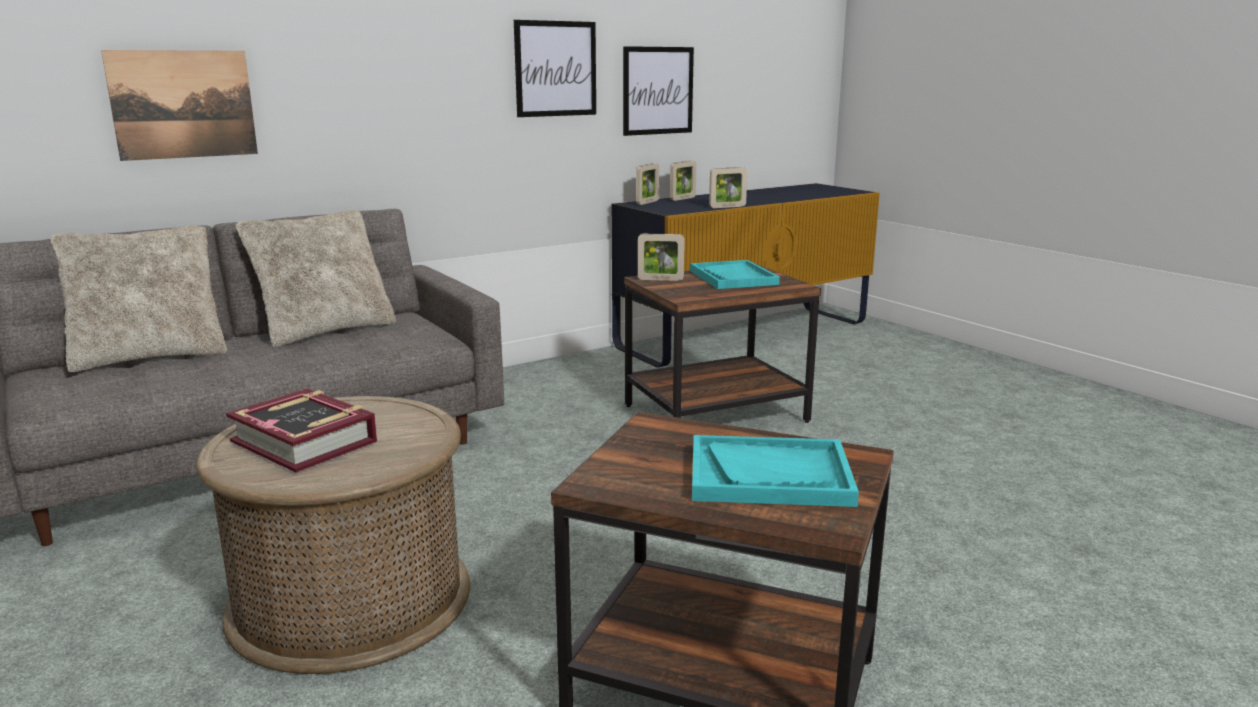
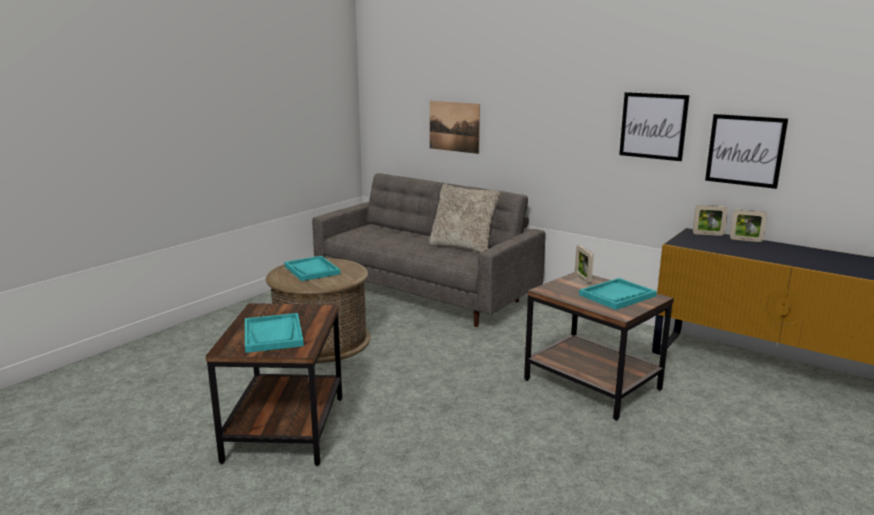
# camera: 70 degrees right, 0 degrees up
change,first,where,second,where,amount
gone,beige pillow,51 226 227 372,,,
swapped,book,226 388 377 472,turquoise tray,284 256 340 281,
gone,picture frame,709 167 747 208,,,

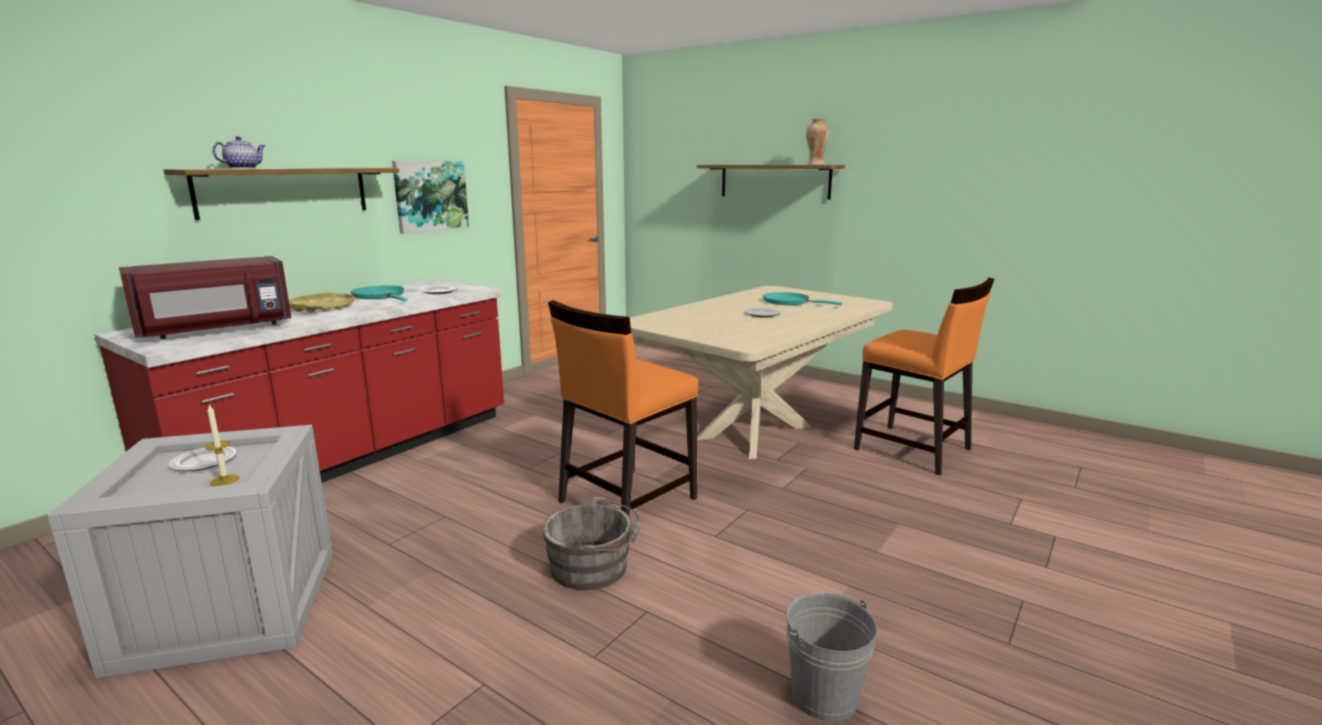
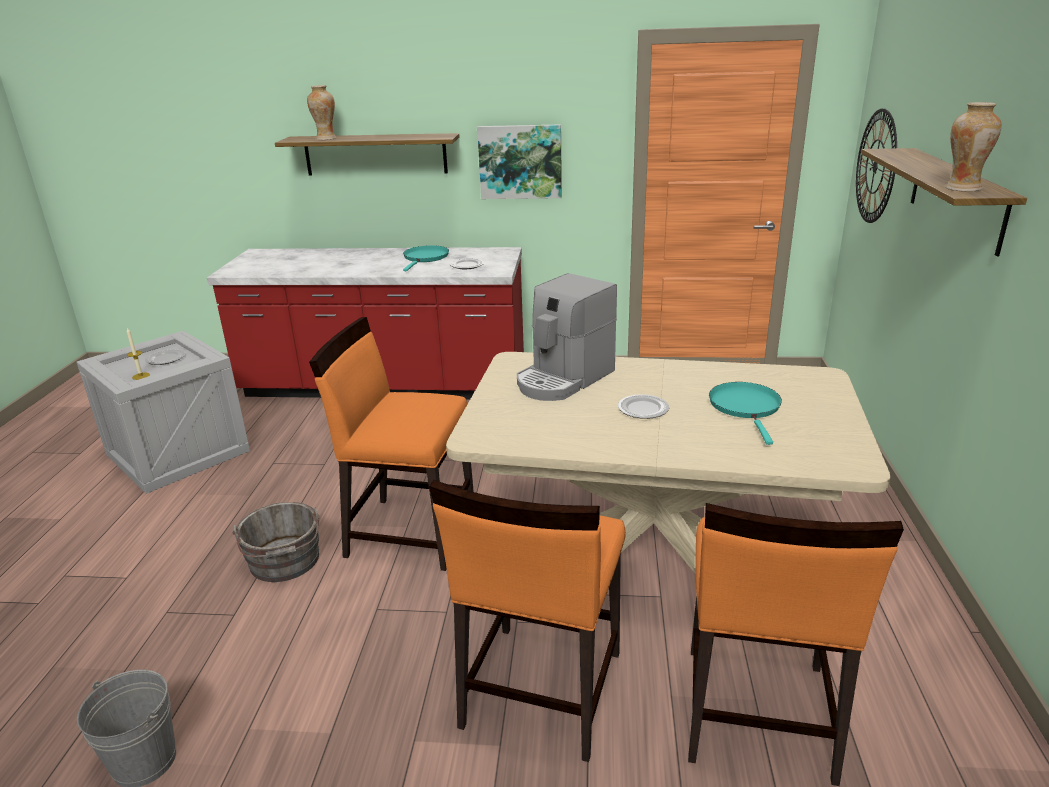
# camera: 60 degrees right, 10 degrees up
change,first,where,second,where,amount
gone,red microwave,119 256 292 339,,,
swapped,teapot,212 136 265 168,vase,307 85 336 140,
gone,yellow tray,289 292 354 313,,,
new,,,orange chair,429 480 626 762,
new,,,coffee machine,517 273 617 401,
new,,,wall clock,856 108 897 223,

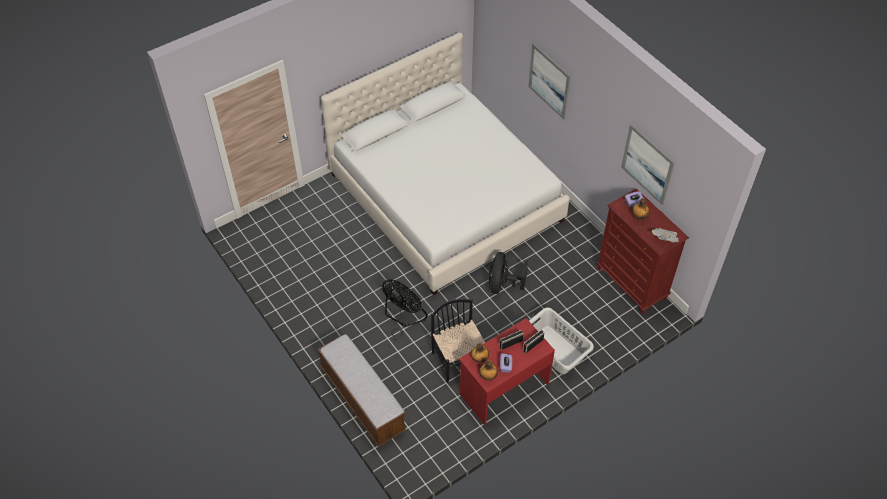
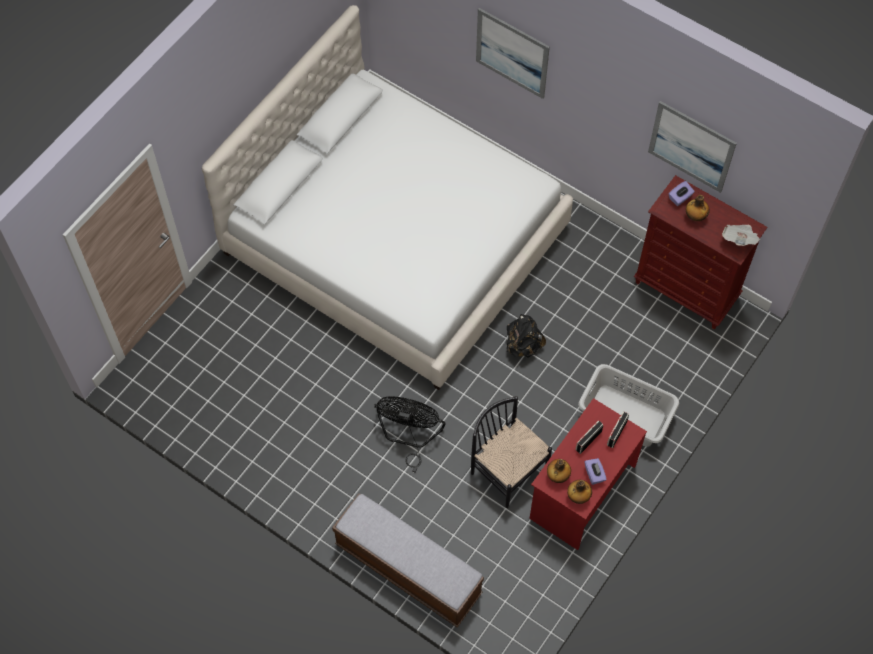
# camera: 20 degrees left, 10 degrees up
change,first,where,second,where,amount
swapped,black fan,489 252 528 294,black backpack,507 314 546 357,

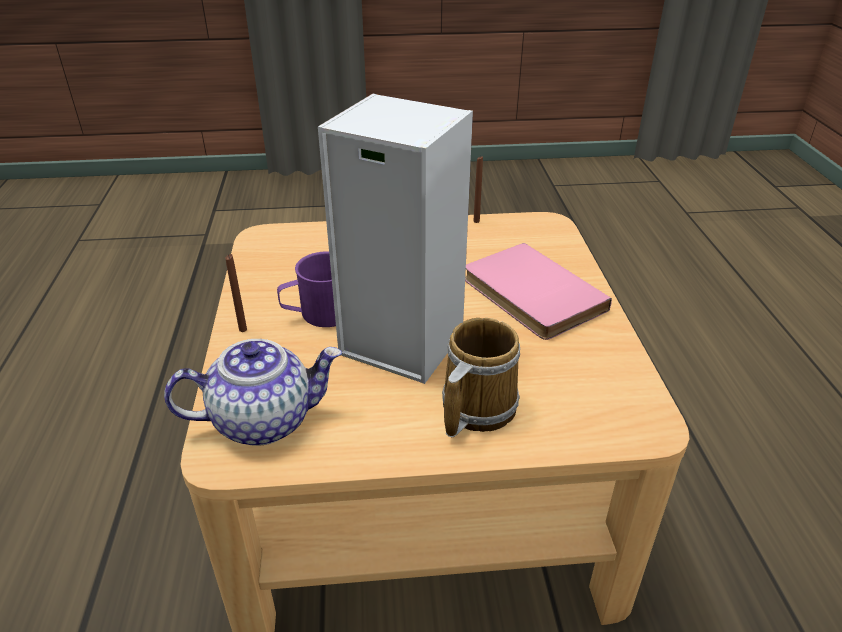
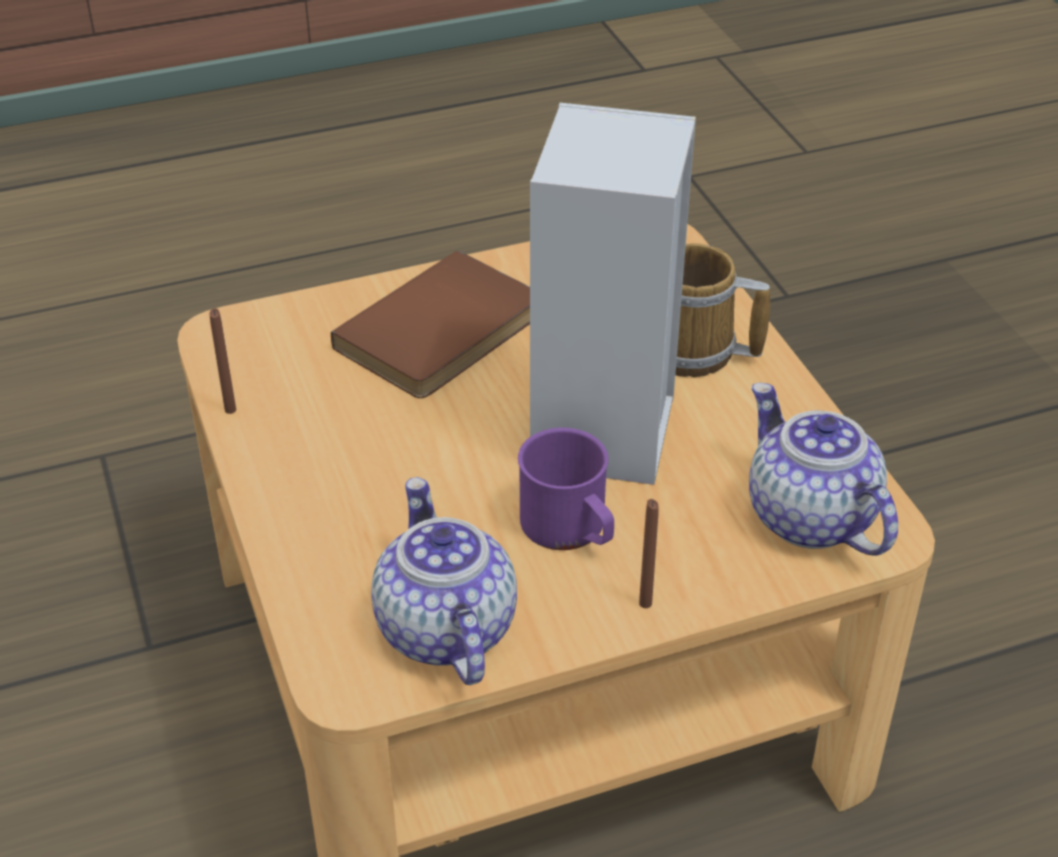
# camera: 105 degrees left, 5 degrees up
change,first,where,second,where,amount
repainted,pink book,465 243 612 340,brown book,331 250 530 398,
new,,,teapot,371 477 517 685,

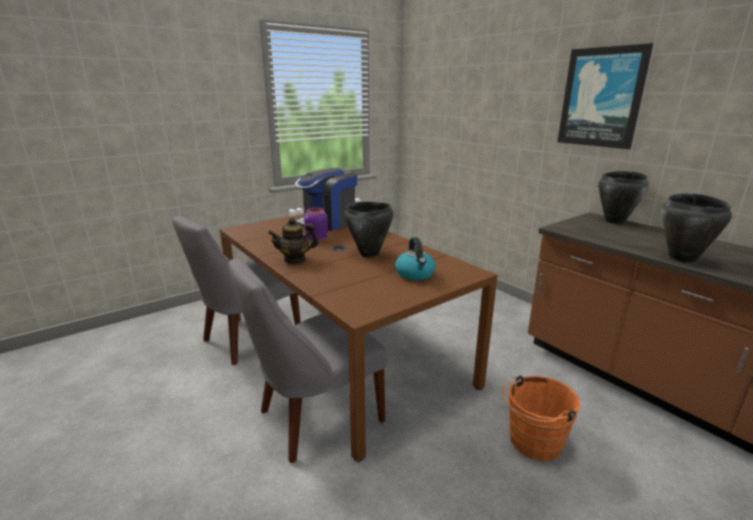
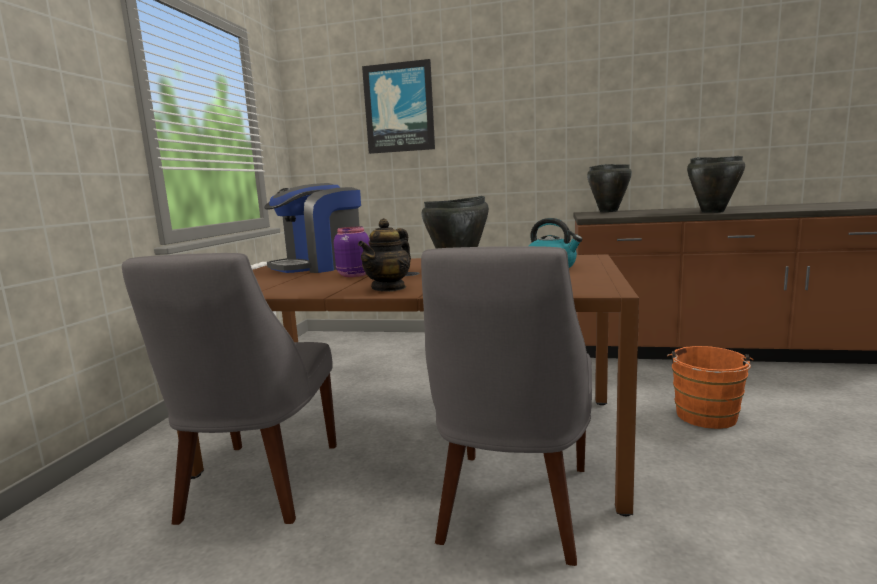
# camera: 40 degrees left, 10 degrees down
change,first,where,second,where,amount
rotated,coffee machine,295 168 357 231,,264 183 361 273,45 degrees clockwise
shifted,picture,557 43 653 149,,362 59 435 154,

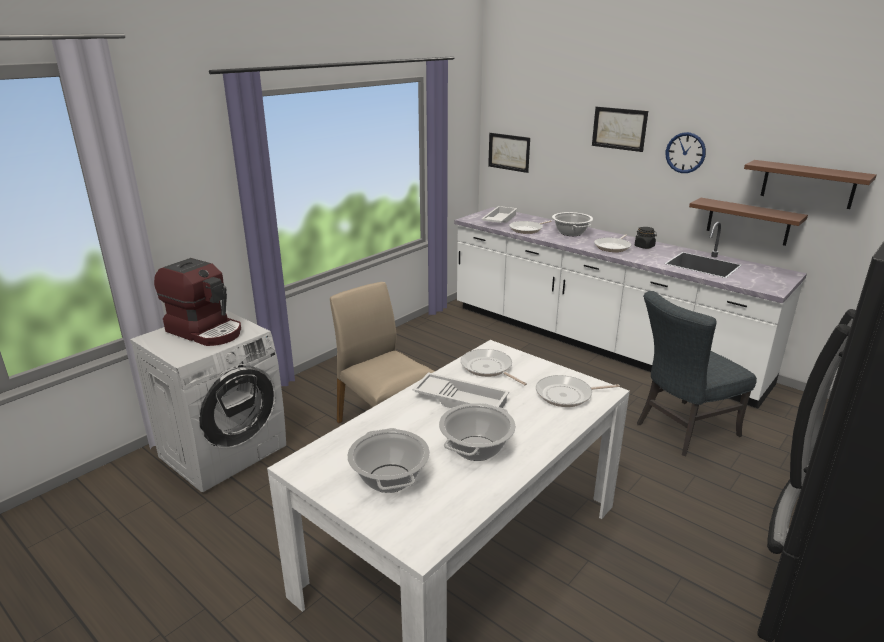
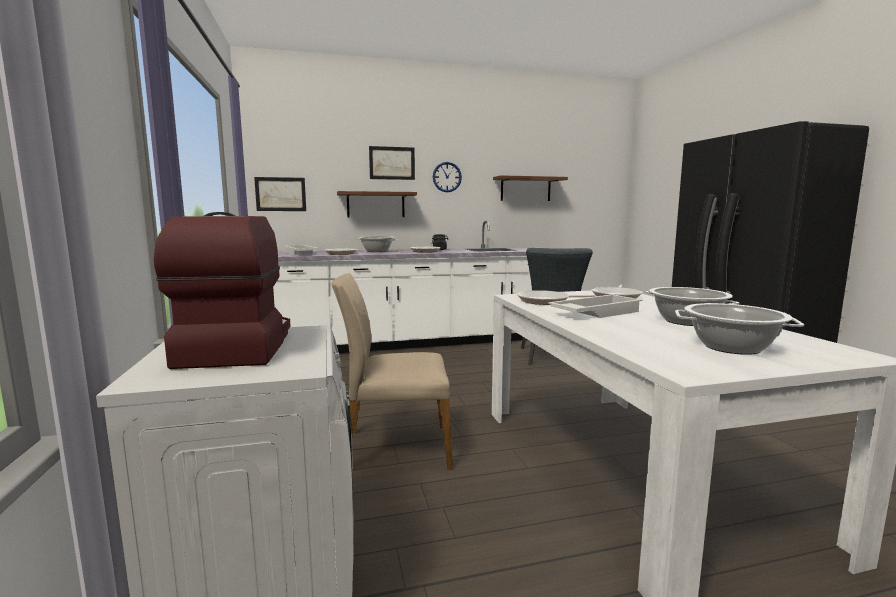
# camera: 55 degrees left, 15 degrees down
change,first,where,second,where,amount
rotated,coffee machine,154 258 241 346,,154 212 291 369,75 degrees counterclockwise
shifted,brown shelf,689 198 808 246,,337 191 417 217,

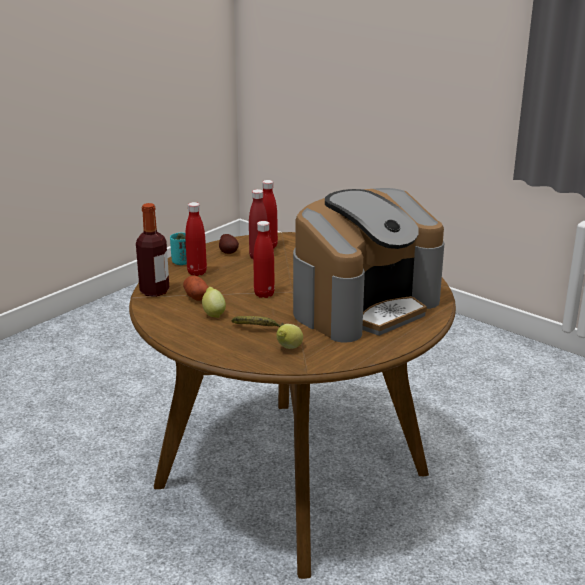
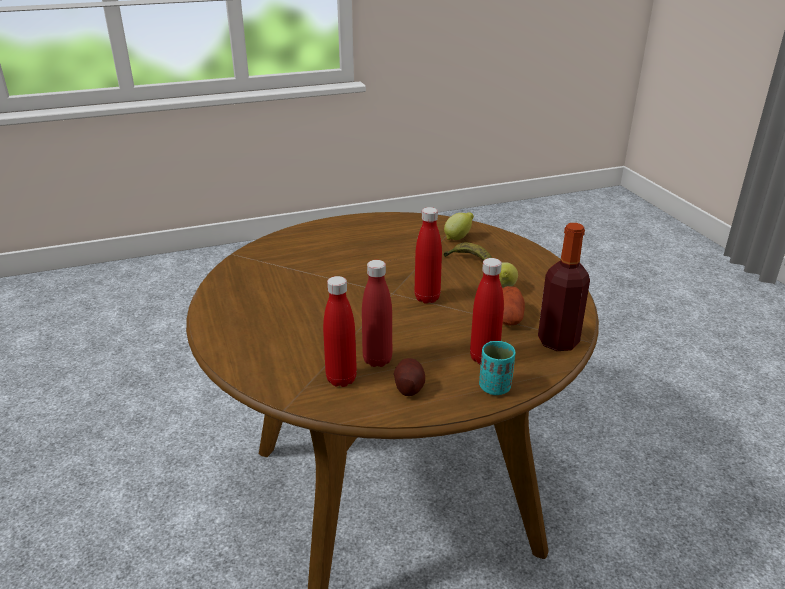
# camera: 150 degrees left, 5 degrees up
change,first,where,second,where,amount
gone,coffee machine,293 188 444 343,,,

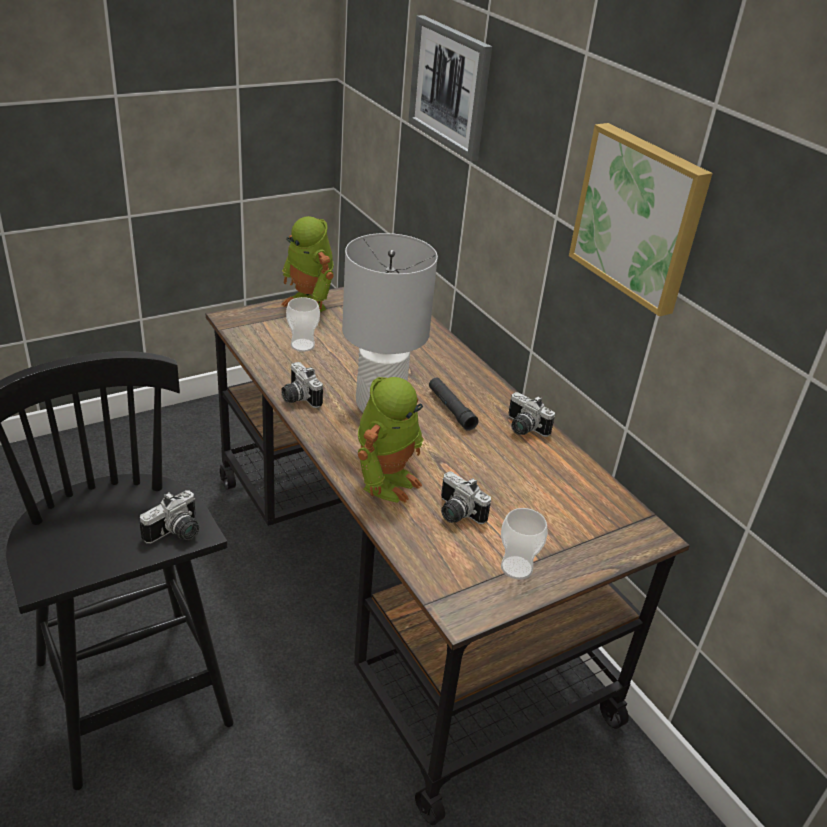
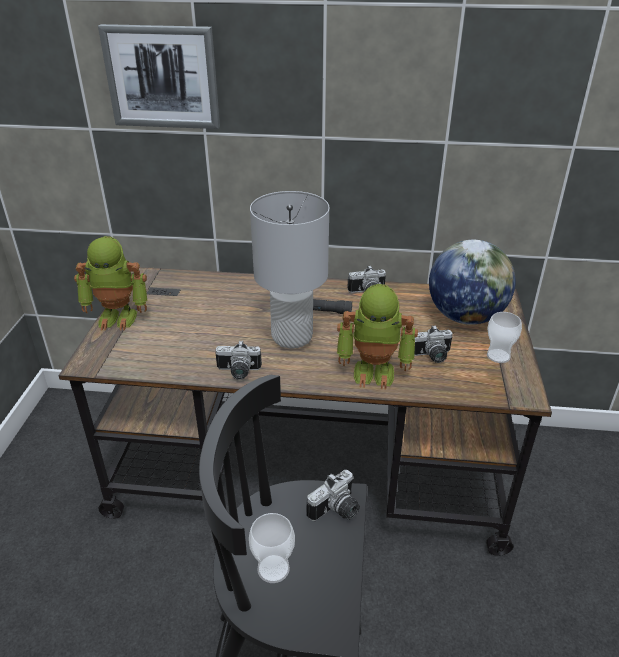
# camera: 50 degrees left, 0 degrees up
change,first,where,second,where,amount
rotated,photo camera,140 490 199 544,,307 470 360 521,60 degrees clockwise
shifted,cup,286 297 320 352,,249 513 295 583,
rotated,toy robot,358 377 424 503,,337 284 418 390,120 degrees clockwise
gone,picture,569 123 713 317,,,
new,,,globe,429 240 516 325,

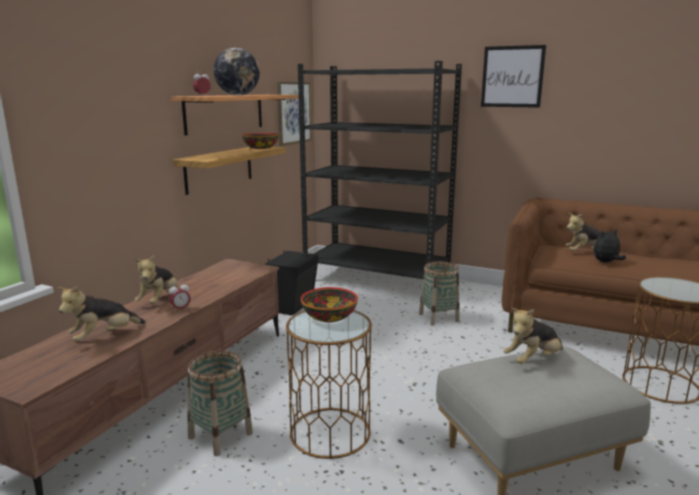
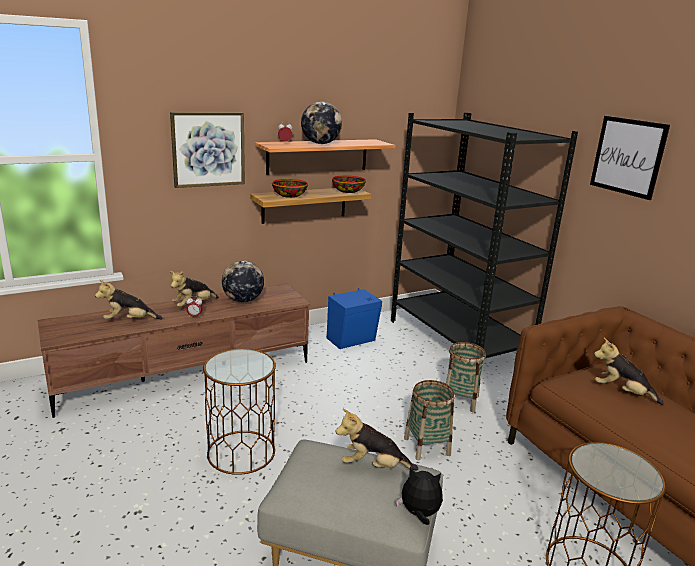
# camera: 35 degrees right, 5 degrees up
change,first,where,second,where,amount
shifted,basket,187 350 253 456,,404 380 455 460,
repainted,black speaker,265 250 318 316,blue speaker,327 288 382 349,
shifted,picture,277 82 312 146,,170 112 245 188,
shifted,bowl,301 287 358 322,,272 179 308 198,
shifted,plush toy,593 228 626 262,,396 467 443 525,
new,,,globe,222 260 264 302,

